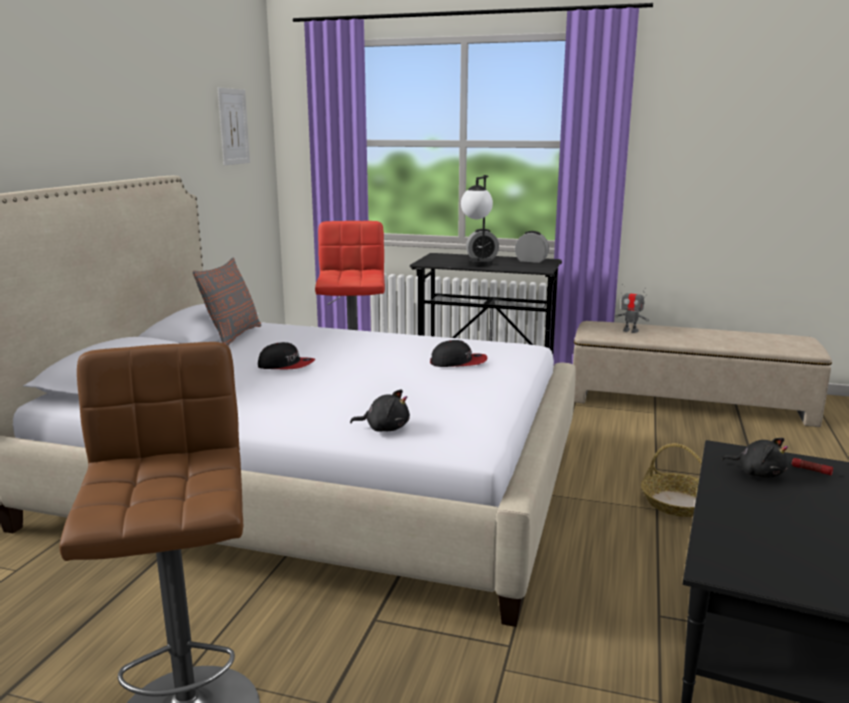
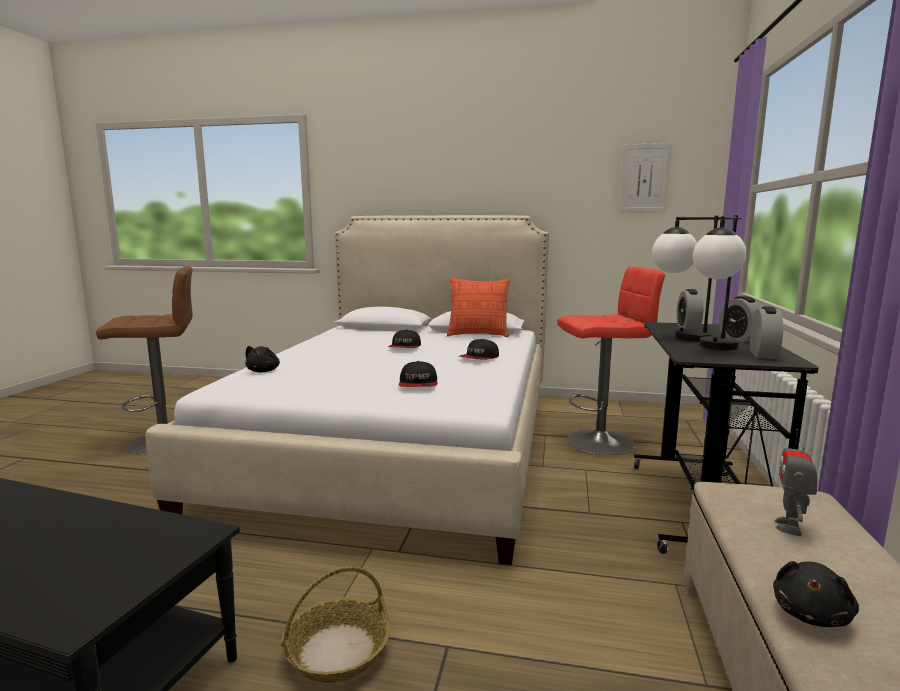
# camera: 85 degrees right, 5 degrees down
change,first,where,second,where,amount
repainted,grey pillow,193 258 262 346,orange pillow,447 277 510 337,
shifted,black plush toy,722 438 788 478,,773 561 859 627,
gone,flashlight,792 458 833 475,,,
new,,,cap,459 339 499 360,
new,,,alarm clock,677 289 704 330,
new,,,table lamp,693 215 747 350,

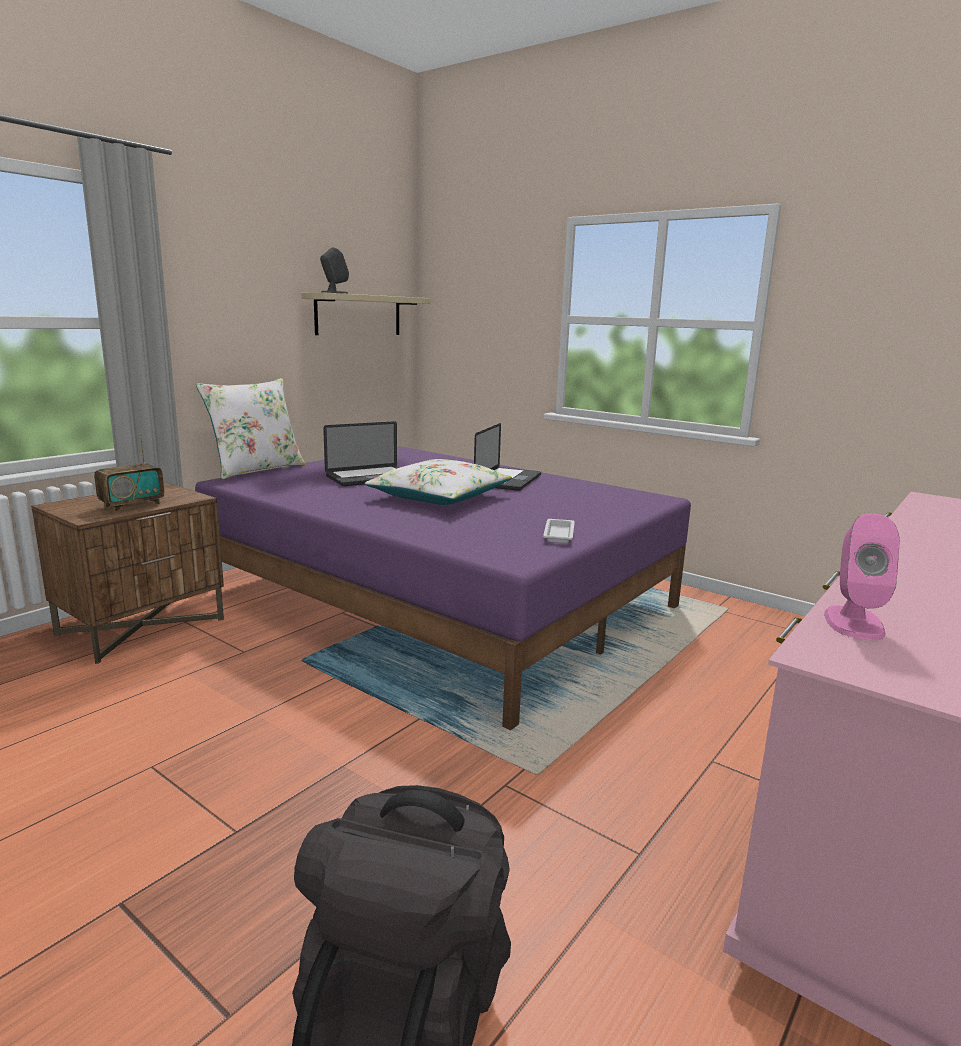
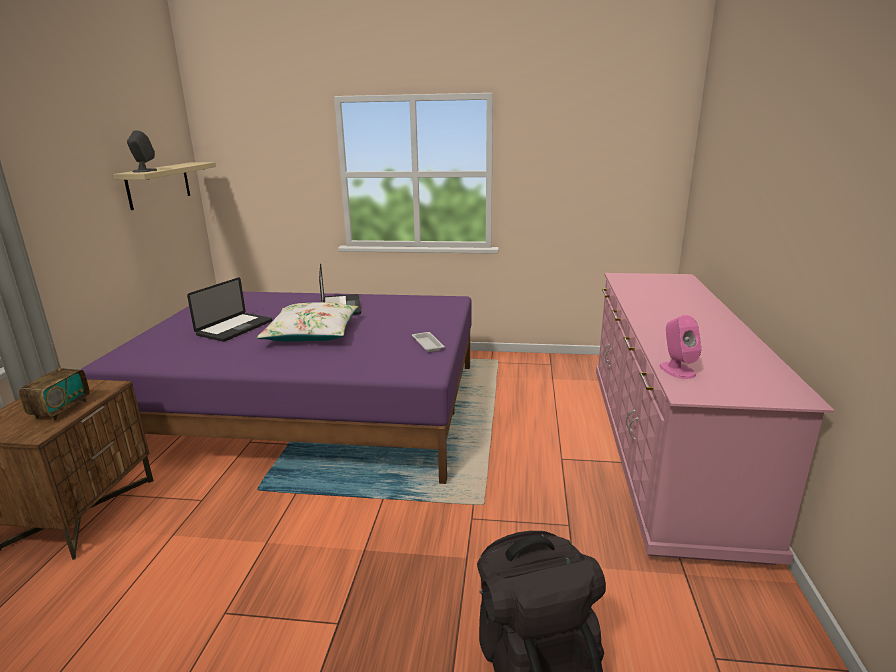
# camera: 30 degrees left, 5 degrees up
change,first,where,second,where,amount
gone,white pillow,196 378 305 479,,,

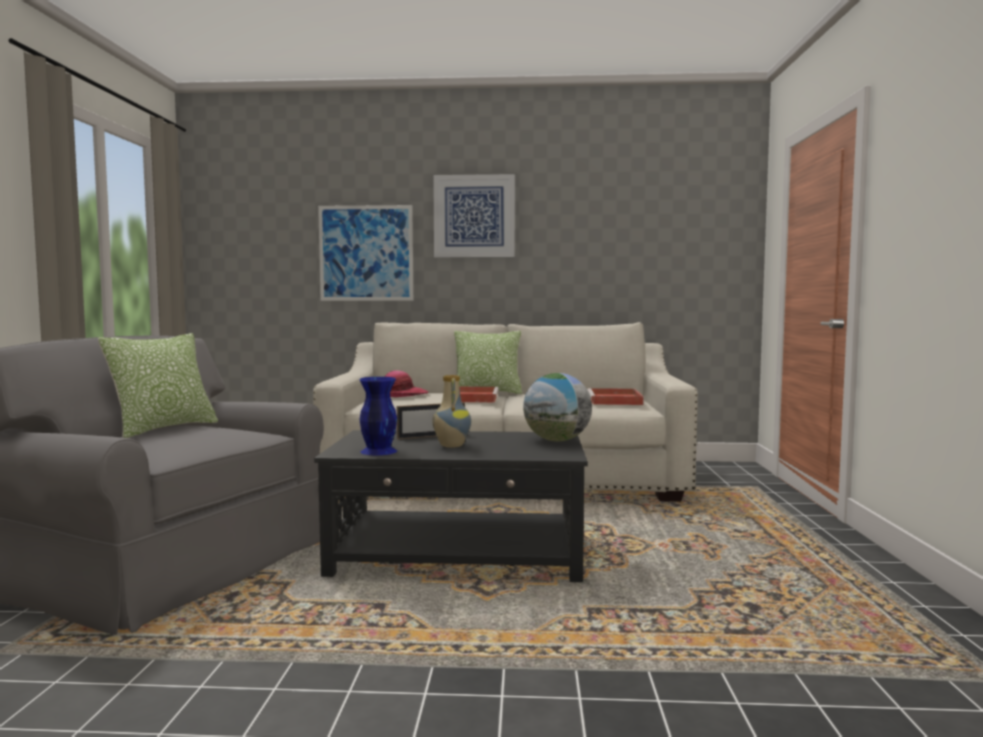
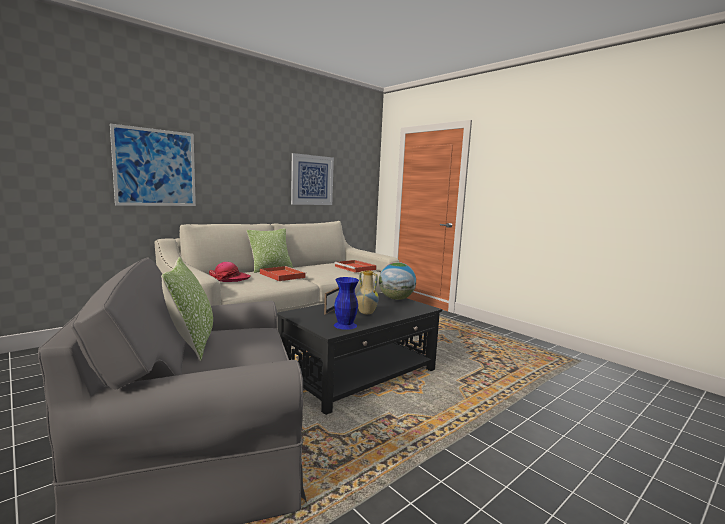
# camera: 45 degrees left, 5 degrees up
change,first,where,second,where,amount
shifted,picture,433 174 515 257,,291 153 334 205,

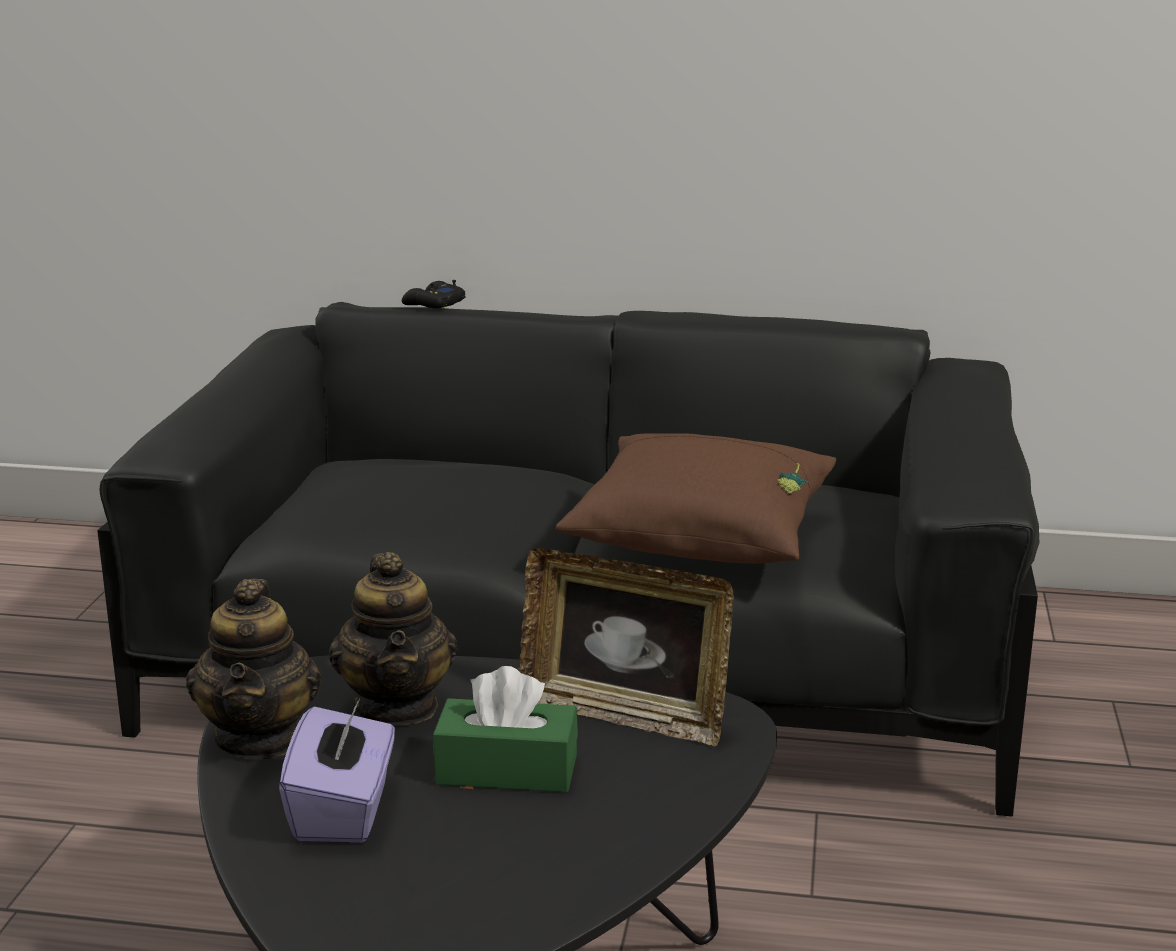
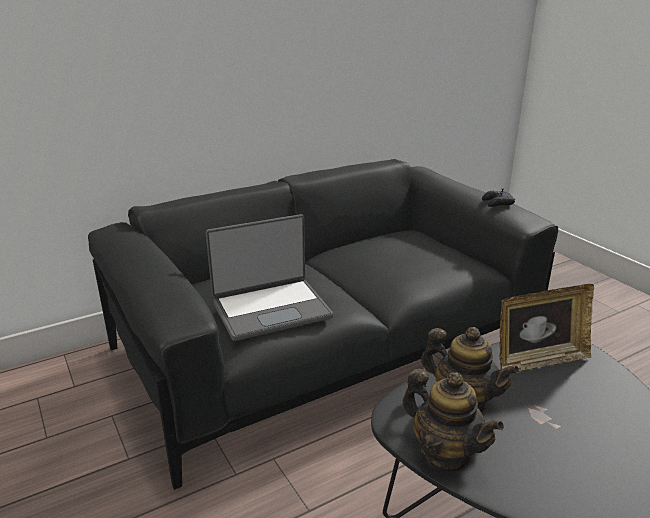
# camera: 40 degrees left, 5 degrees up
change,first,where,second,where,amount
gone,purple tissue box,279 697 395 842,,,
shifted,black game controller,402 280 466 309,,482 188 515 207,
gone,green tissue box,433 666 578 792,,,
gone,brown pillow,556 433 836 564,,,
new,,,laptop,206 214 333 341,

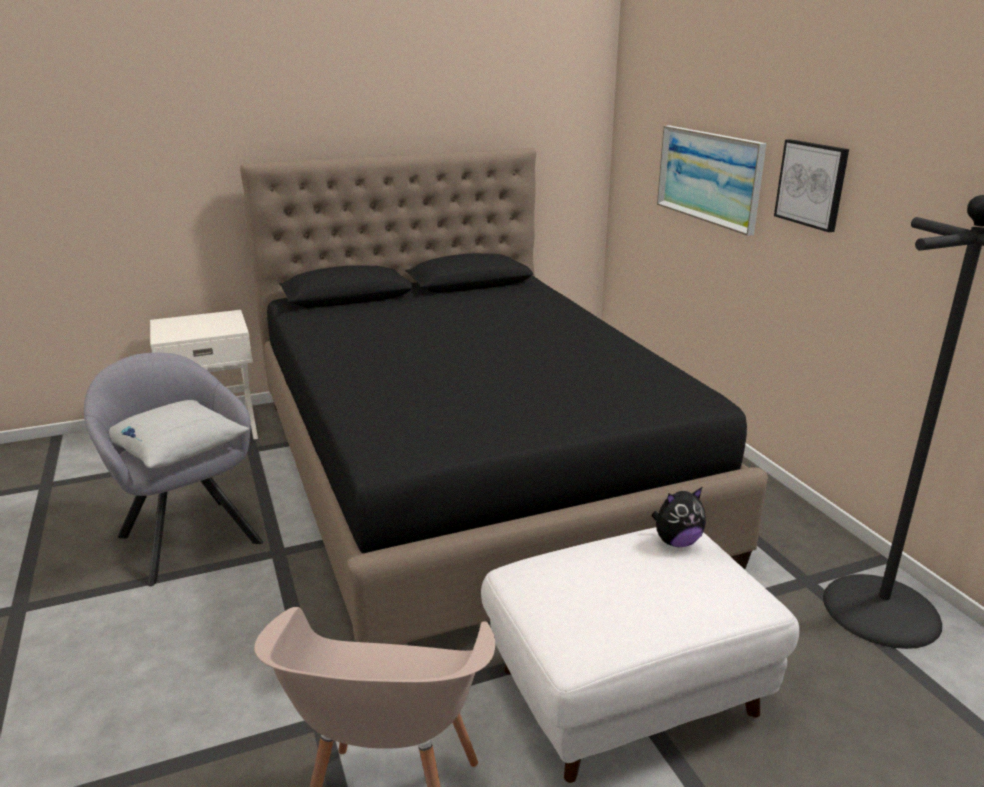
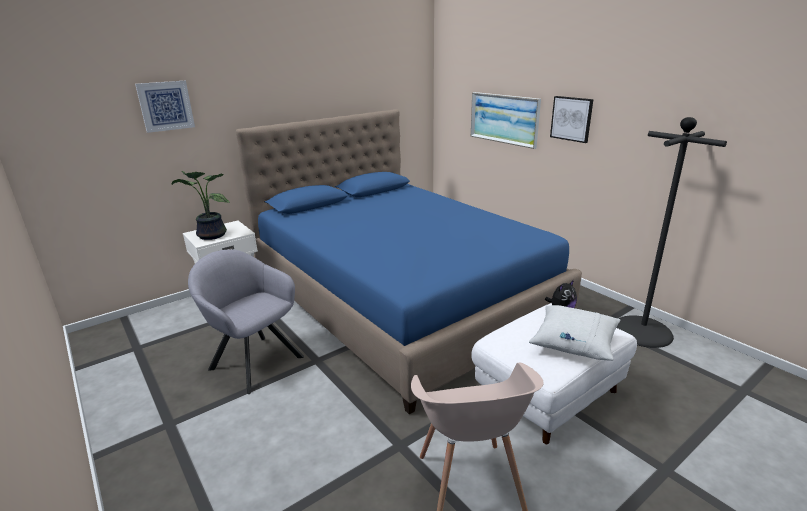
# camera: 15 degrees left, 0 degrees up
change,first,where,second,where,amount
shifted,grey pillow,109 400 249 468,,529 305 621 361,
repainted,black bed,240 148 768 645,blue bed,236 109 582 414,
new,,,picture,135 81 195 133,
new,,,potted plant,171 171 230 240,

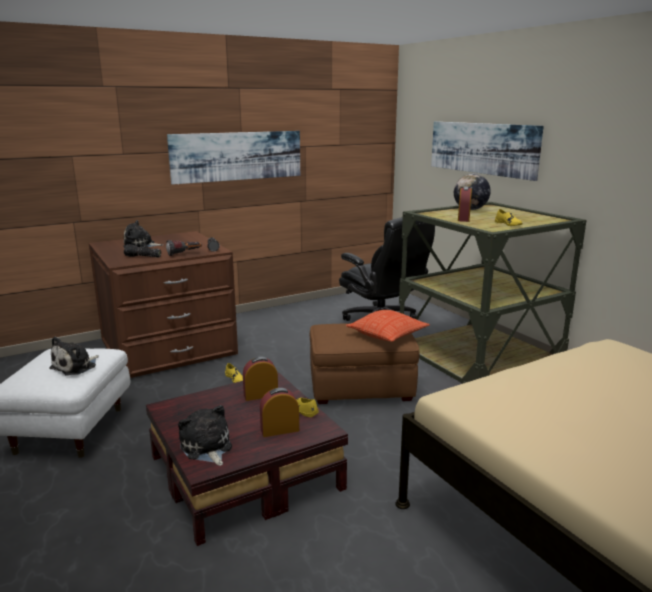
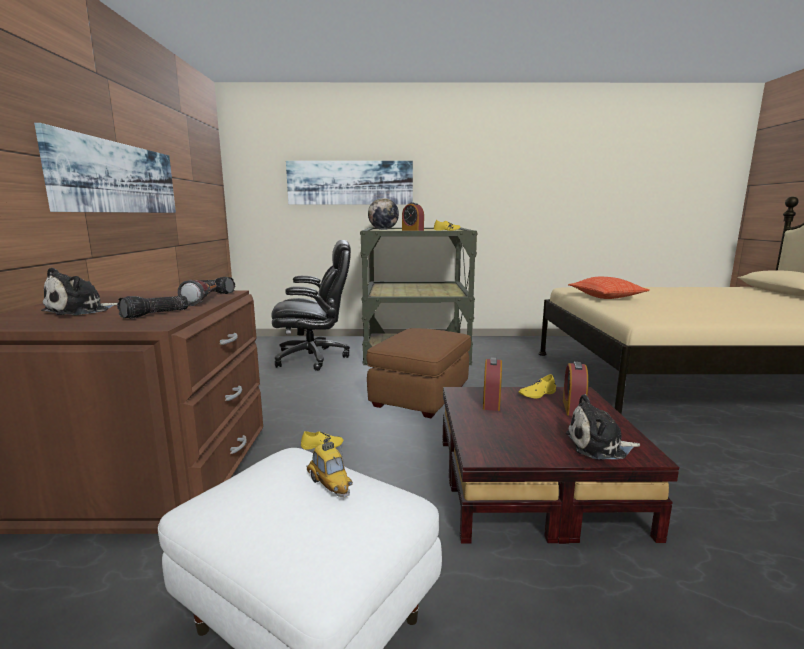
# camera: 60 degrees left, 5 degrees down
change,first,where,second,where,amount
swapped,plush toy,49 337 99 376,toy car,306 442 353 498,
shifted,orange pillow,346 310 430 342,,568 277 650 299,

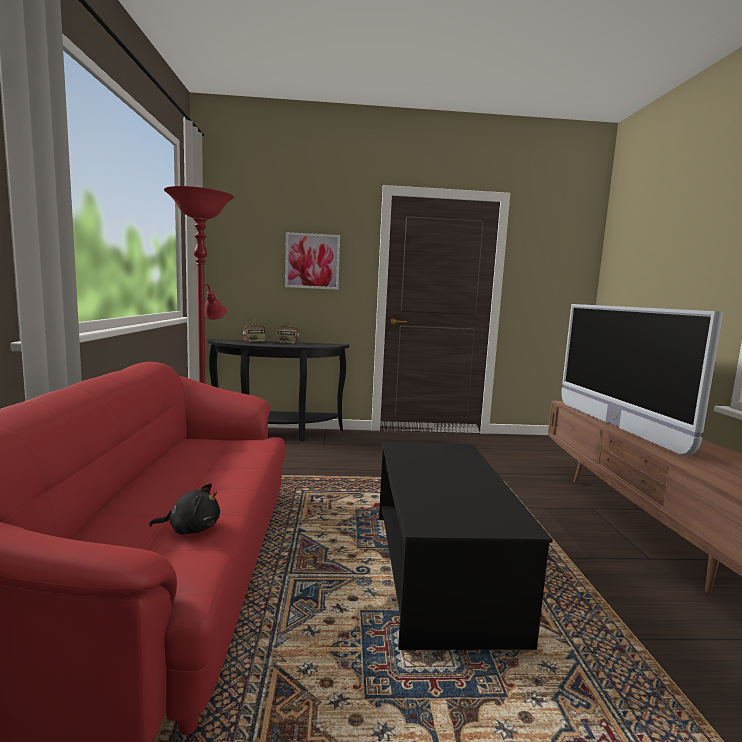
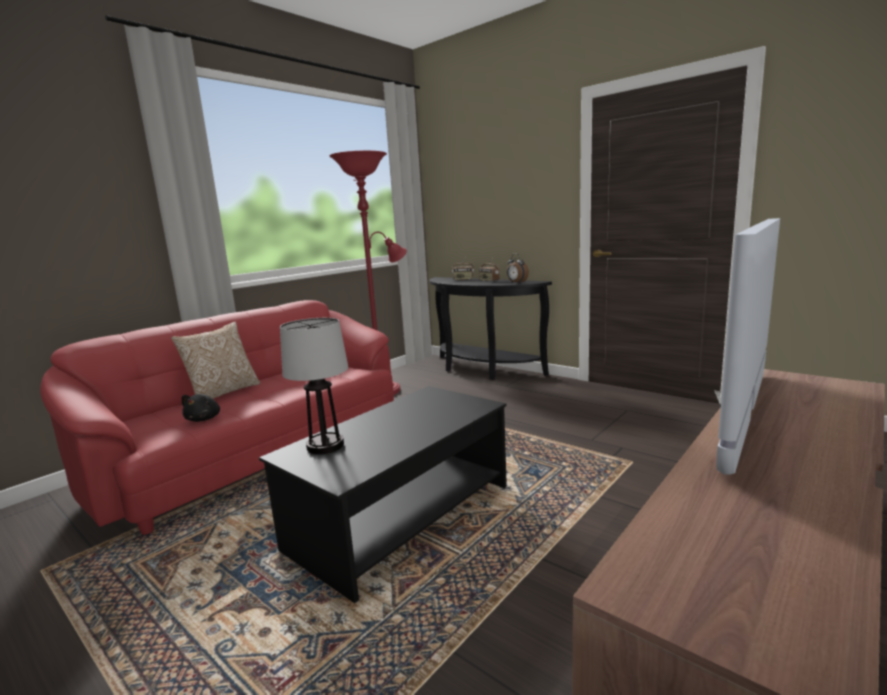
# camera: 45 degrees right, 5 degrees up
change,first,where,second,where,amount
rotated,black plush toy,149 483 220 535,,182 394 220 422,60 degrees clockwise
gone,picture,285 232 340 290,,,
new,,,pillow,171 321 261 399,
new,,,table lamp,280 318 348 454,
new,,,alarm clock,507 254 529 283,

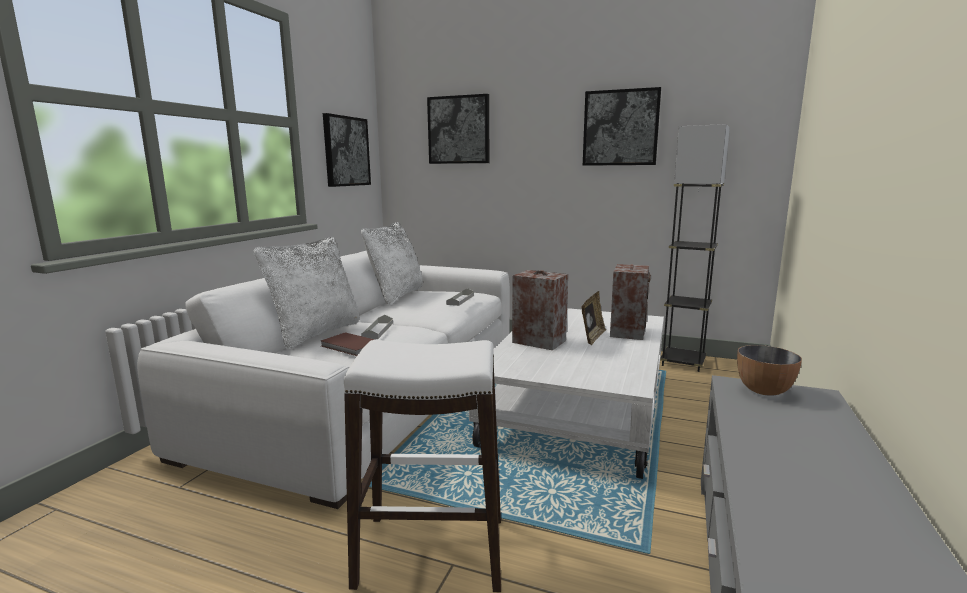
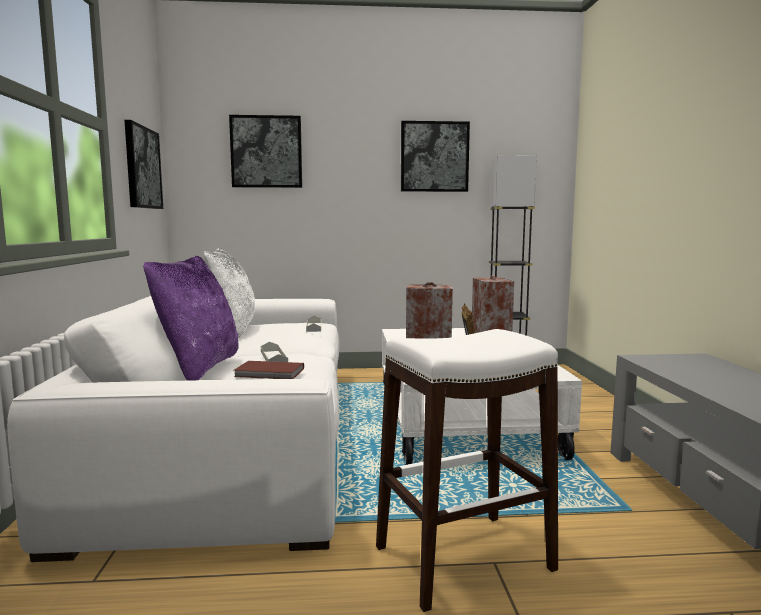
# camera: 25 degrees left, 5 degrees down
change,first,where,second,where,amount
repainted,white pillow,253 237 360 349,purple pillow,143 256 239 381,
gone,bowl,737 345 802 396,,,

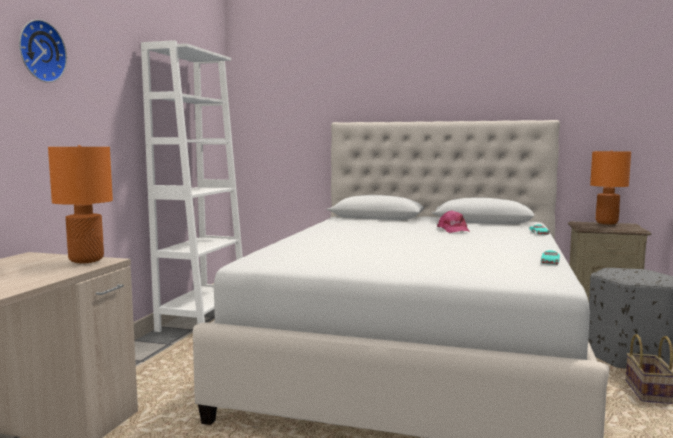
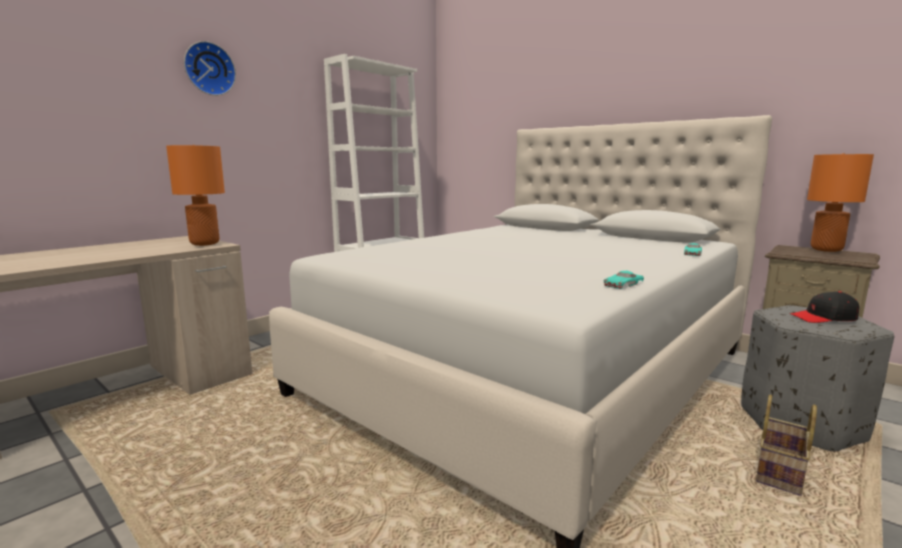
# camera: 25 degrees right, 5 degrees up
change,first,where,second,where,amount
gone,pink cap,437 210 470 233,,,
new,,,black cap,790 291 859 323,

